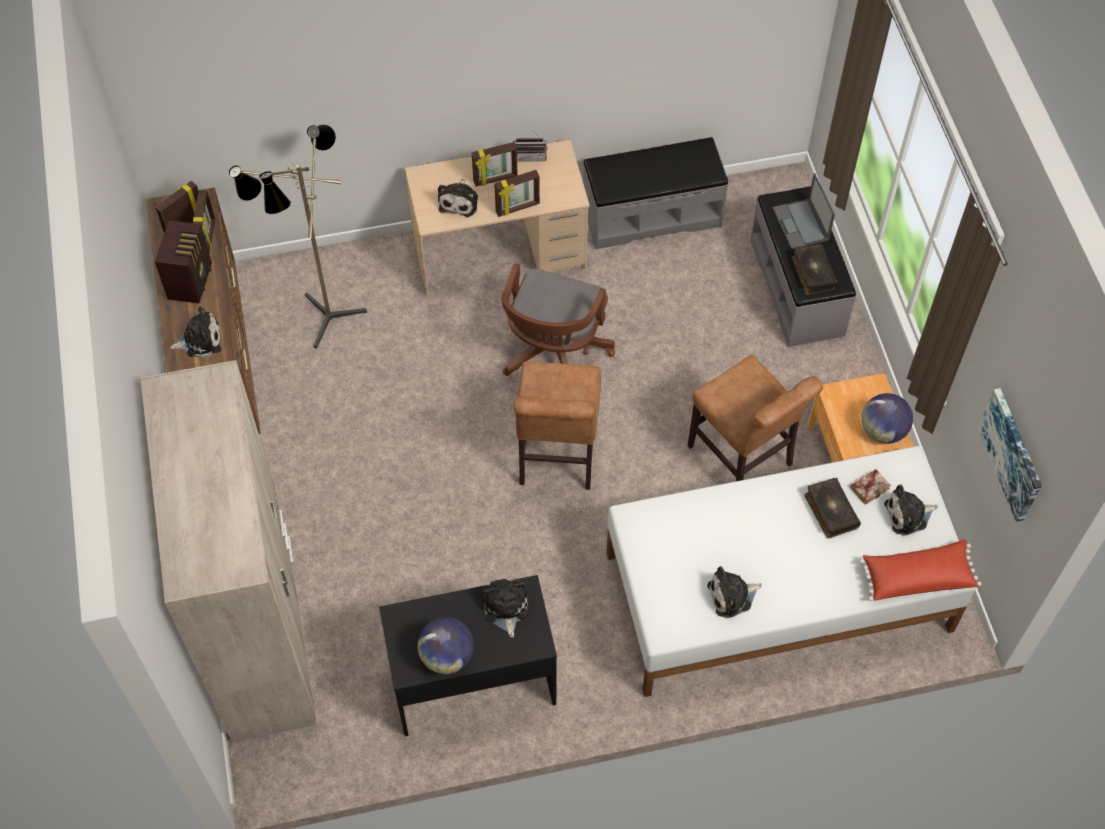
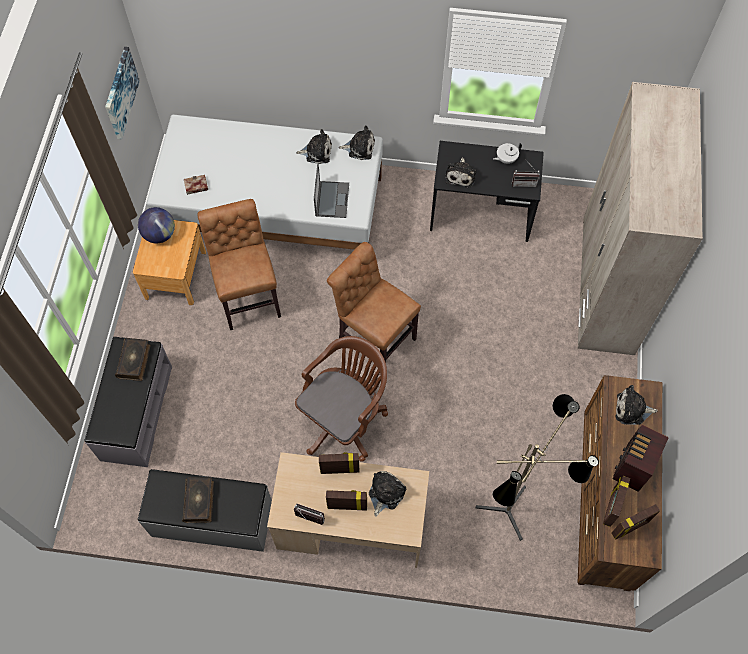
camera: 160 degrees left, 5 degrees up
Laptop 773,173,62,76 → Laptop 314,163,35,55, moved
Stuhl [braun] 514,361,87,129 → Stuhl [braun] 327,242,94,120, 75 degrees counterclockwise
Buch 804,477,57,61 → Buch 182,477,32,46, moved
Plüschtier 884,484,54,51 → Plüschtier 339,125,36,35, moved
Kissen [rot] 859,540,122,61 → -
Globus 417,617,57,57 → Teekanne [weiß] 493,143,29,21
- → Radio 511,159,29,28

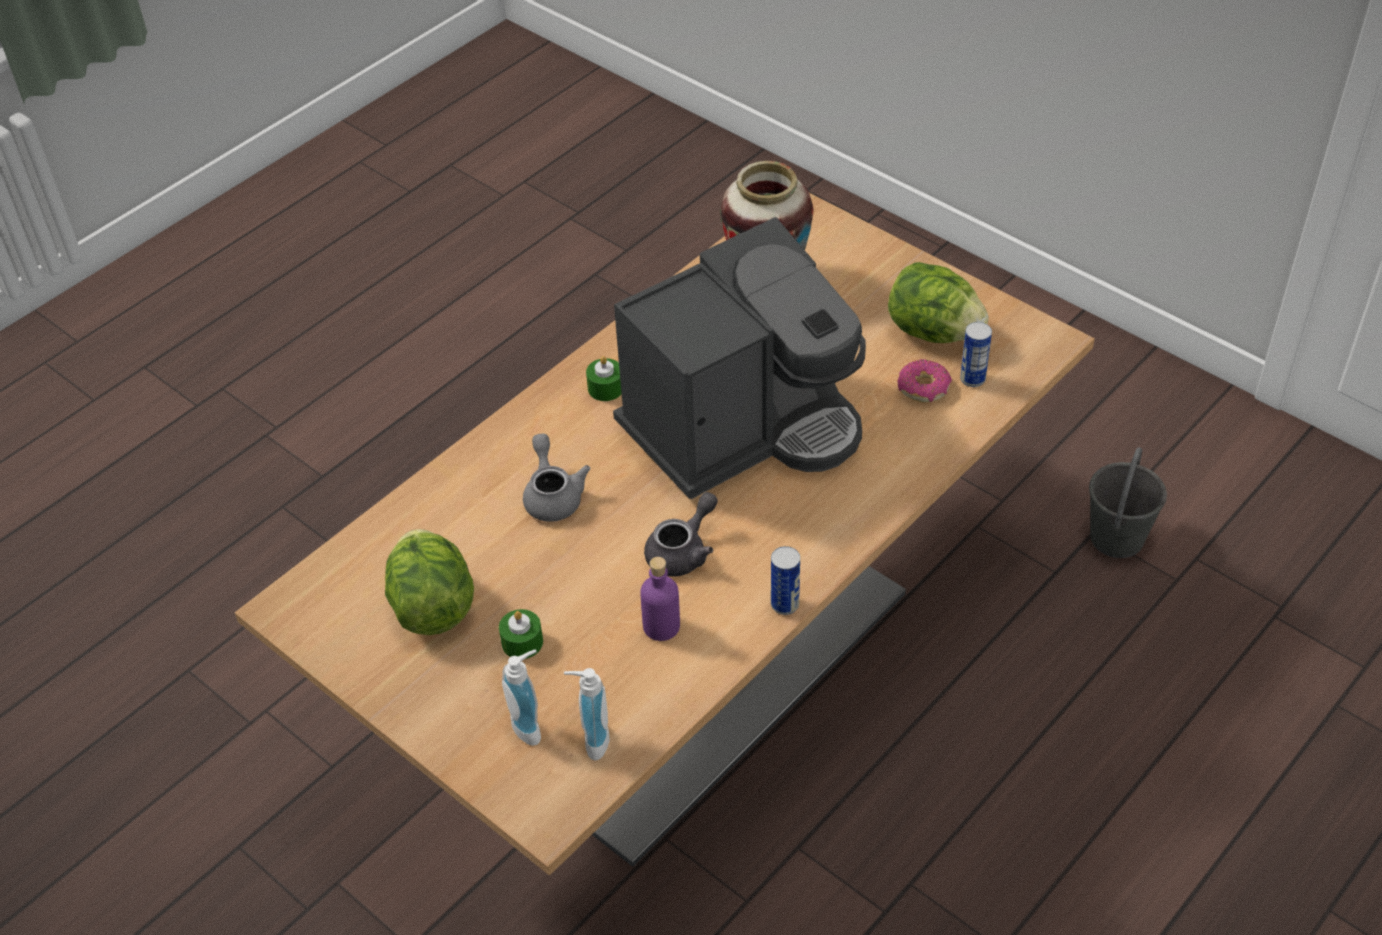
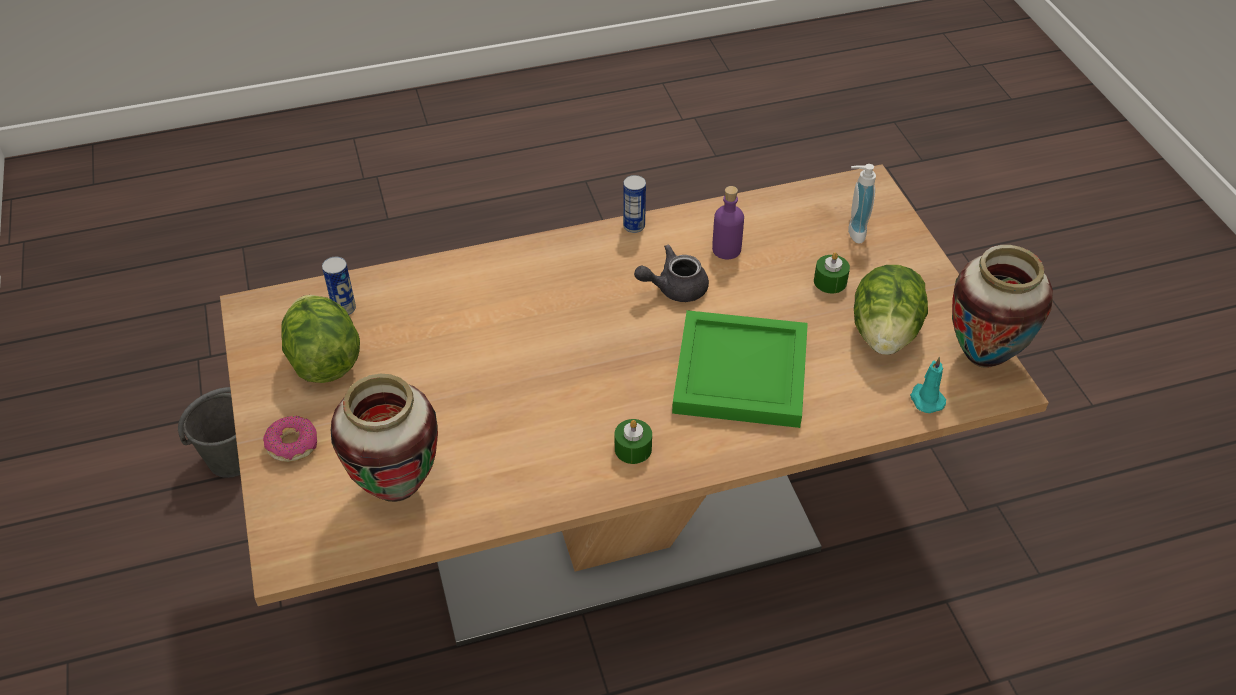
camera: 150 degrees left, 0 degrees up
Kaffeemaschine 613,217,253,282 → -
Donut 898,359,54,43 → Donut 263,416,54,46, moved
Teekanne [grau] 523,433,67,89 → Tablett [grün] 672,310,136,118
Seifenspender 564,668,46,92 → -
- → Vase 952,245,101,123
- → Kerze [türkis] 910,357,36,56

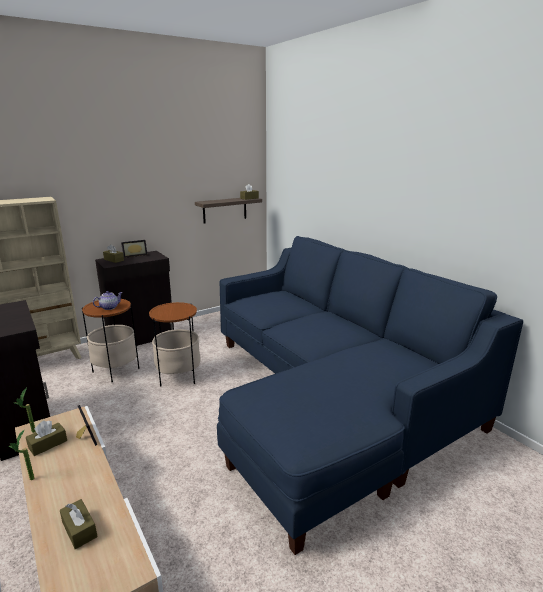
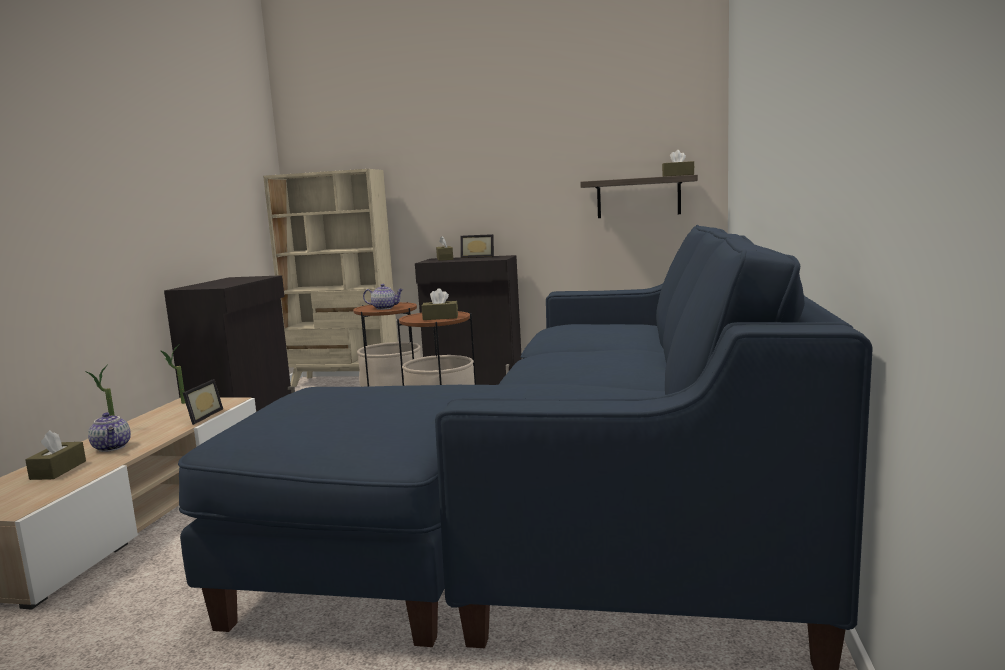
camera: 45 degrees right, 10 degrees down
Taschentuchbox [braun] 26,421,41,35 → Taschentuchbox [braun] 422,288,36,32, moved
- → Teekanne 88,412,43,40

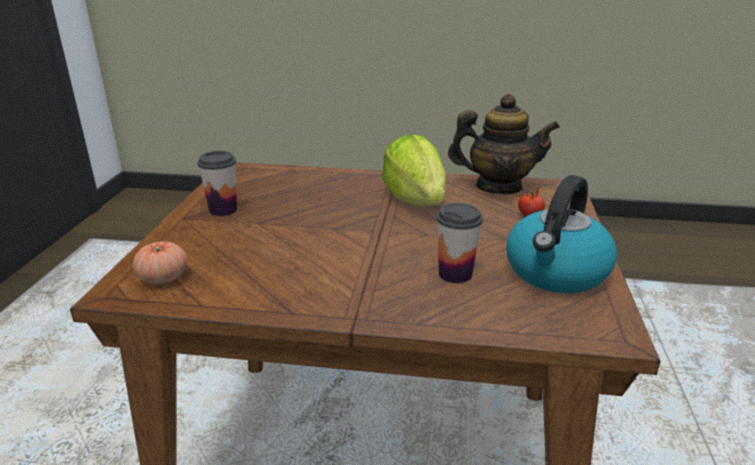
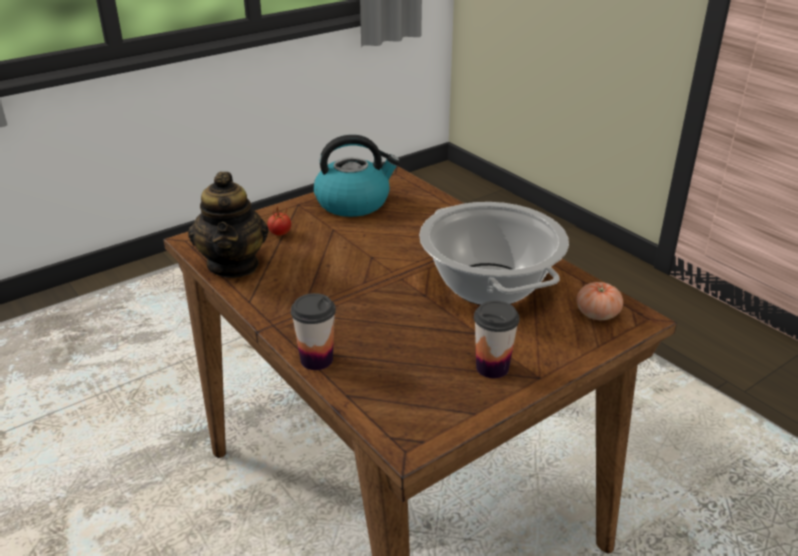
camera: 135 degrees left, 5 degrees up
Teekanne 448,94,112,100 → Teekanne 188,172,81,106, 150 degrees counterclockwise
Salatkopf 382,134,65,72 → -
Tasse 436,203,47,80 → Tasse 291,293,45,77, moved
- → Kochtopf 419,202,150,103

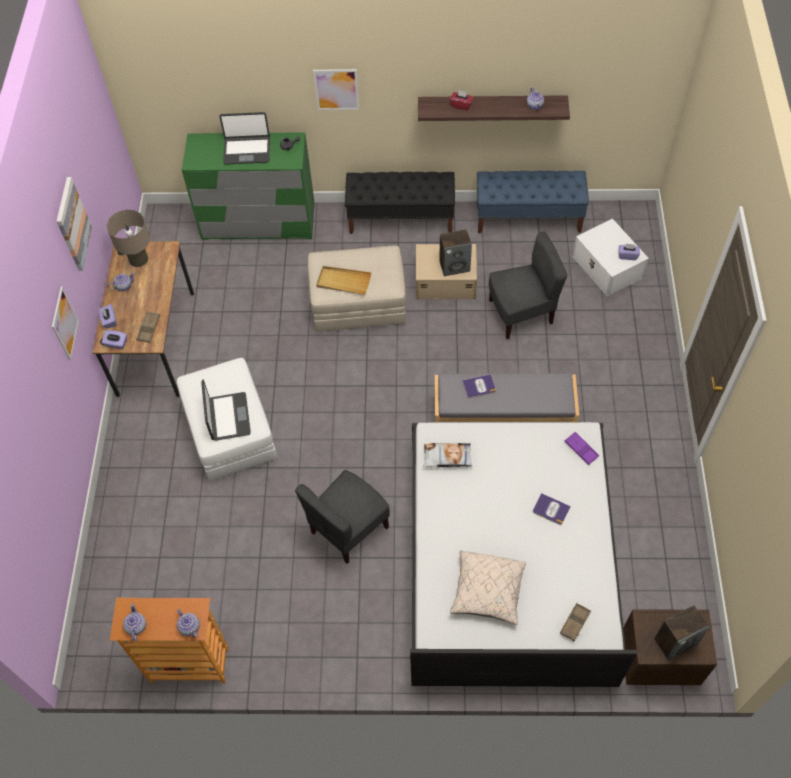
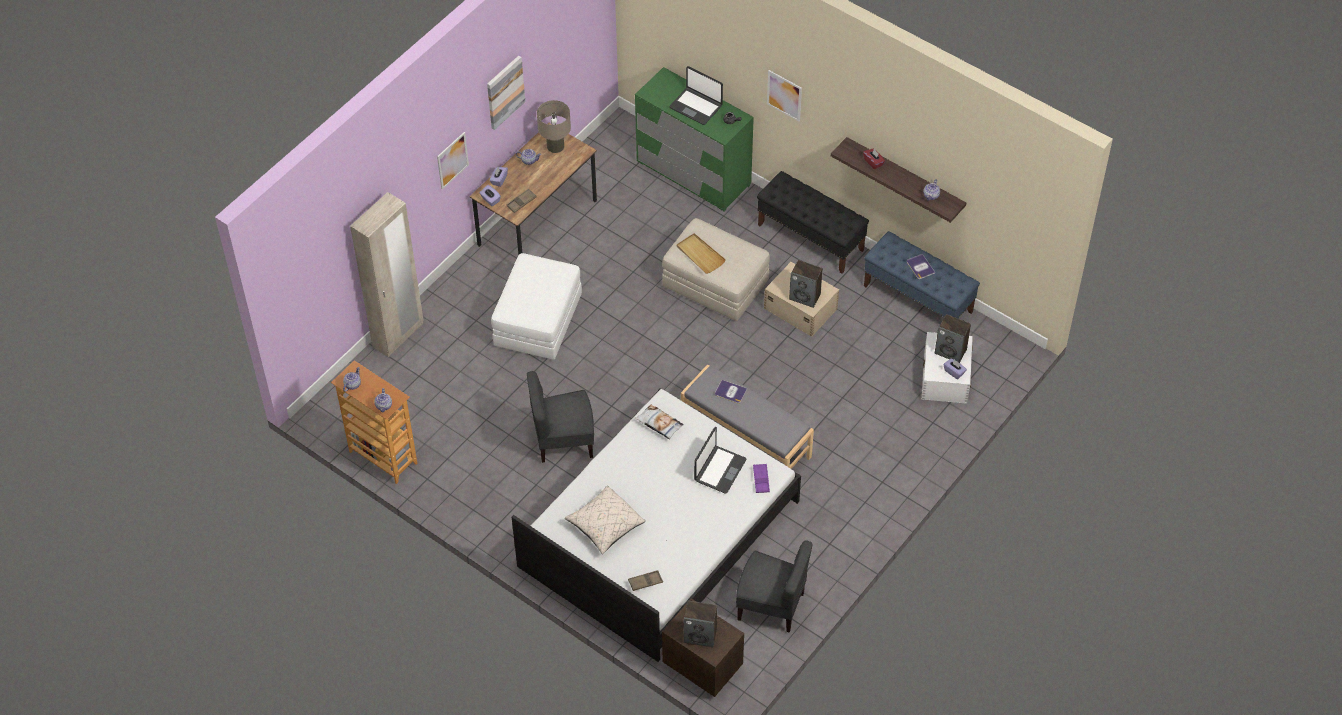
camera: 35 degrees right, 5 degrees down
Stuhl [grau] 489,232,78,107 → Stuhl [grau] 736,540,77,93, moved
Laptop 201,380,50,61 → Laptop 694,427,52,67, moved
Buch 533,493,38,32 → Buch 907,254,28,25, moved
- → Kleiderschrank [beige] 350,192,74,165
- → Lautsprecher 935,314,36,49

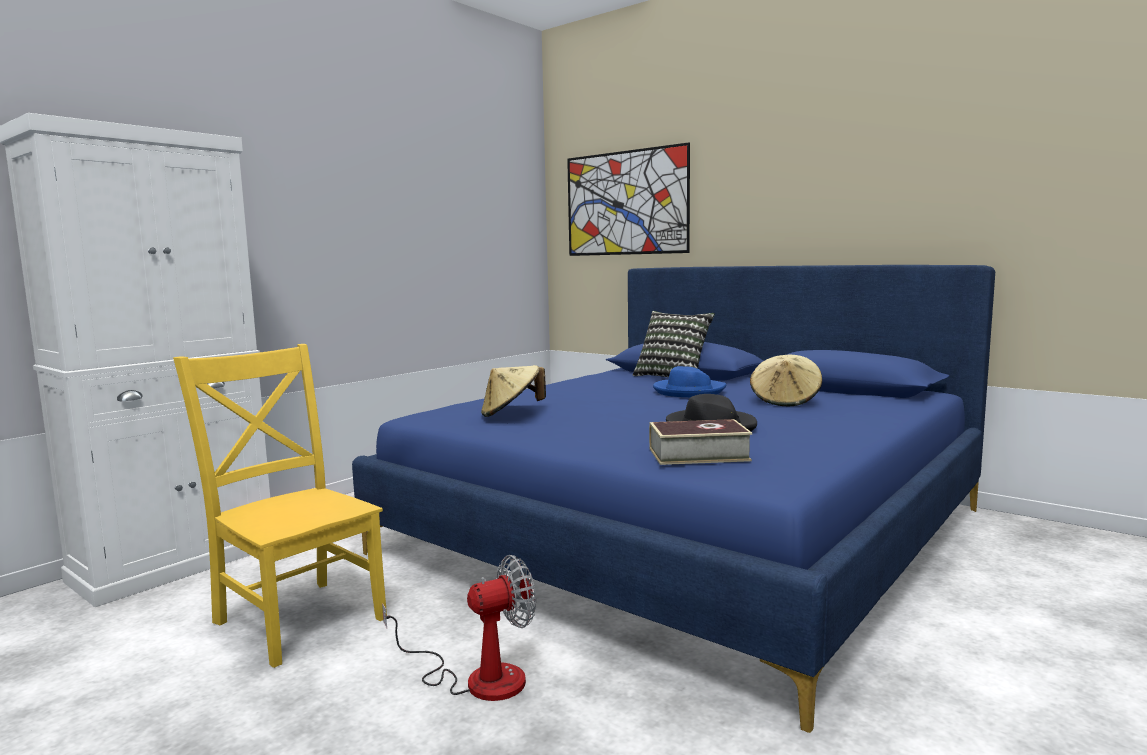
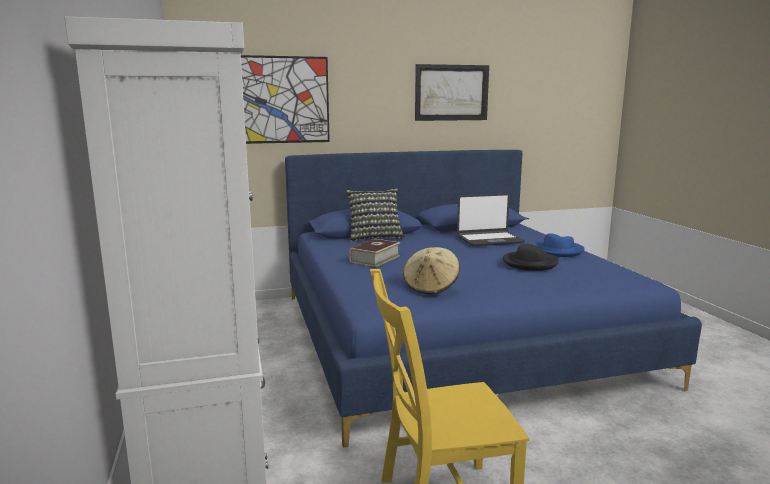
camera: 55 degrees left, 5 degrees up
Hut [beige] 750,355,72,51 → Laptop 457,193,68,53
Hut [blau] 653,366,73,31 → Hut [blau] 532,233,53,24, moved
Buch 649,419,103,46 → Buch 349,239,51,28, moved
Ventilator 382,555,154,146 → -
- → Bild 415,64,74,57

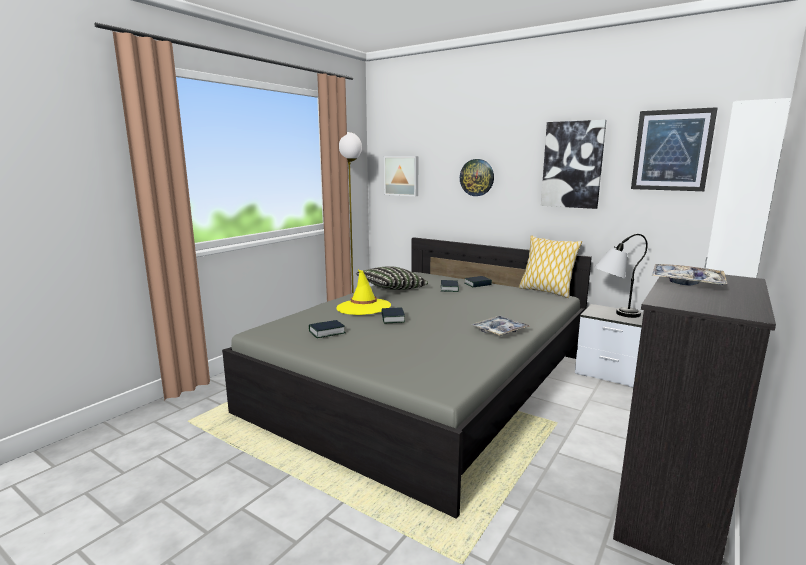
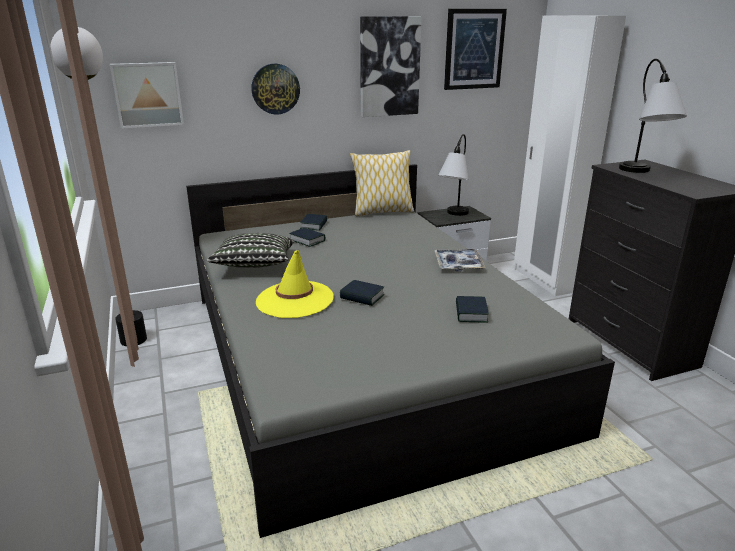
camera: 55 degrees left, 10 degrees up
Tablett 652,264,75,22 → Tischlampe 619,59,68,114
Buch 309,320,36,18 → Buch 456,296,33,27, moved

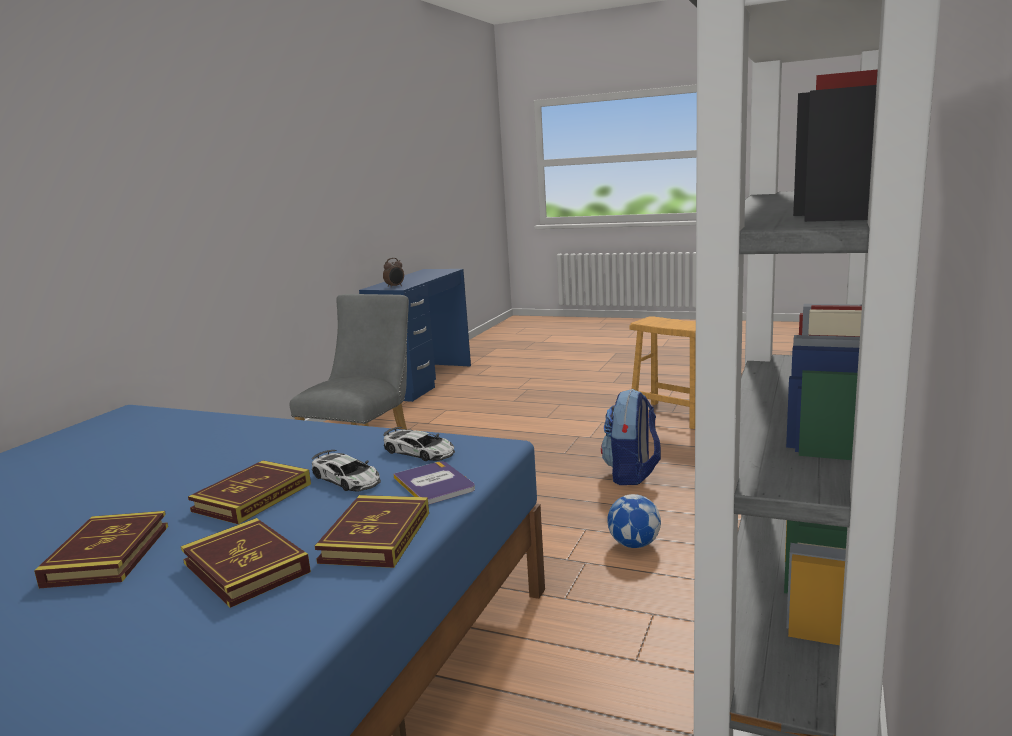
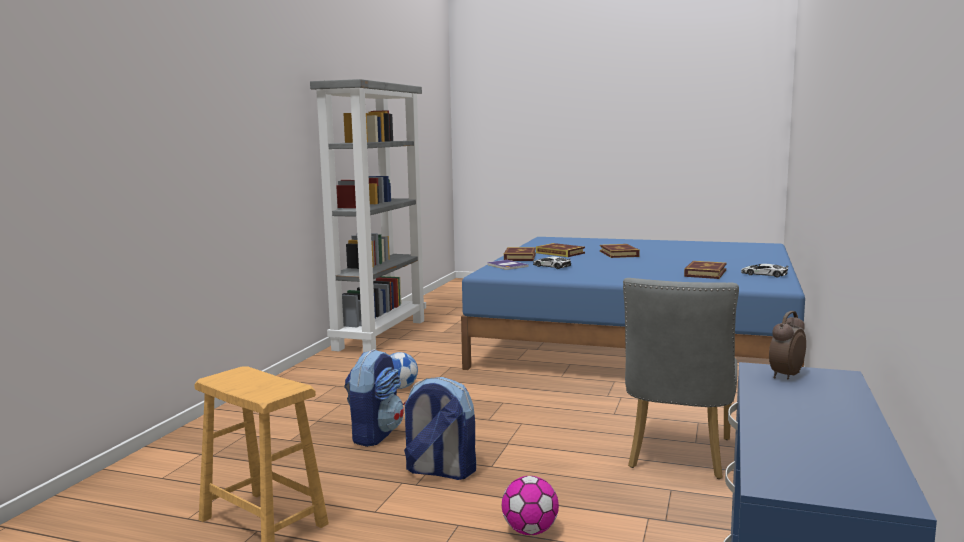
camera: 175 degrees right, 5 degrees down
Spielzeugauto 383,427,72,34 → Spielzeugauto 741,264,48,13, moved
Buch 188,460,123,64 → Buch 684,261,43,18, moved
- → Rucksack 403,377,73,103
- → Fußball 502,476,57,59

